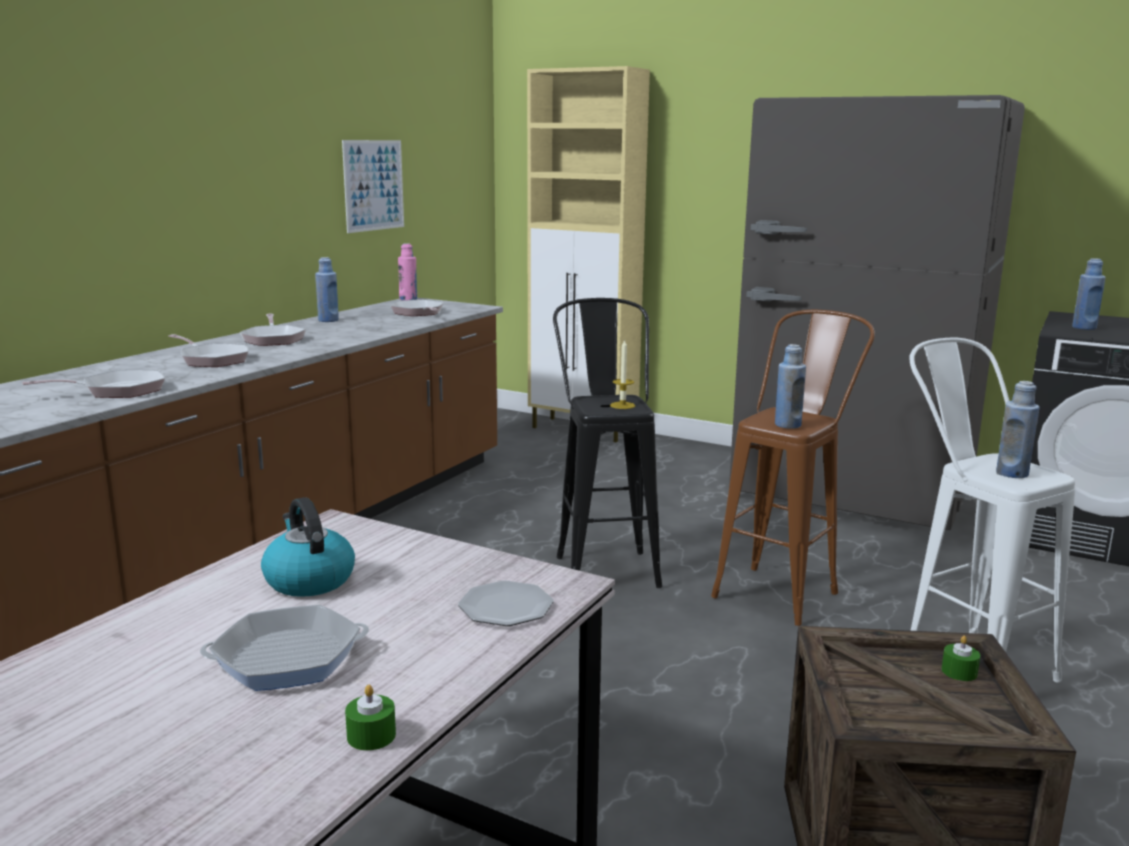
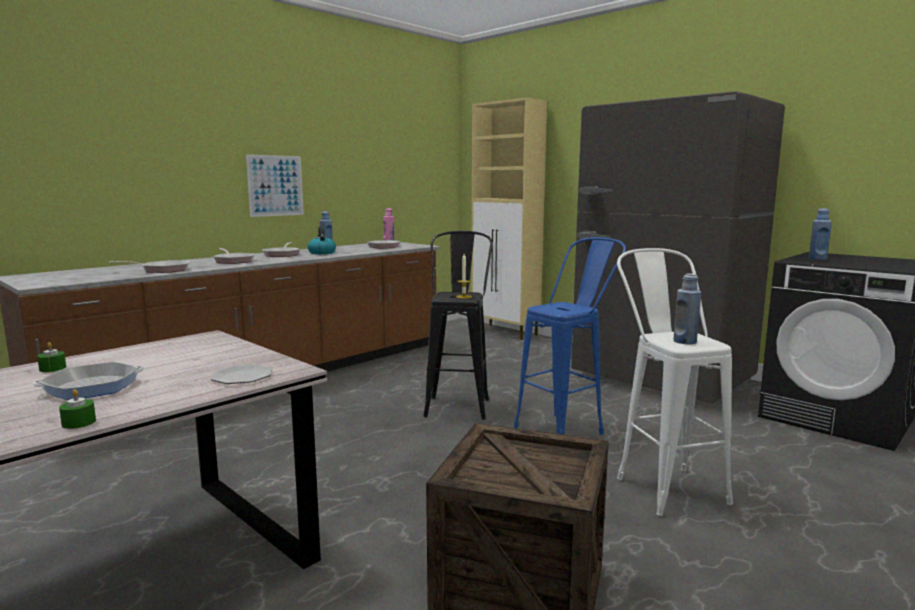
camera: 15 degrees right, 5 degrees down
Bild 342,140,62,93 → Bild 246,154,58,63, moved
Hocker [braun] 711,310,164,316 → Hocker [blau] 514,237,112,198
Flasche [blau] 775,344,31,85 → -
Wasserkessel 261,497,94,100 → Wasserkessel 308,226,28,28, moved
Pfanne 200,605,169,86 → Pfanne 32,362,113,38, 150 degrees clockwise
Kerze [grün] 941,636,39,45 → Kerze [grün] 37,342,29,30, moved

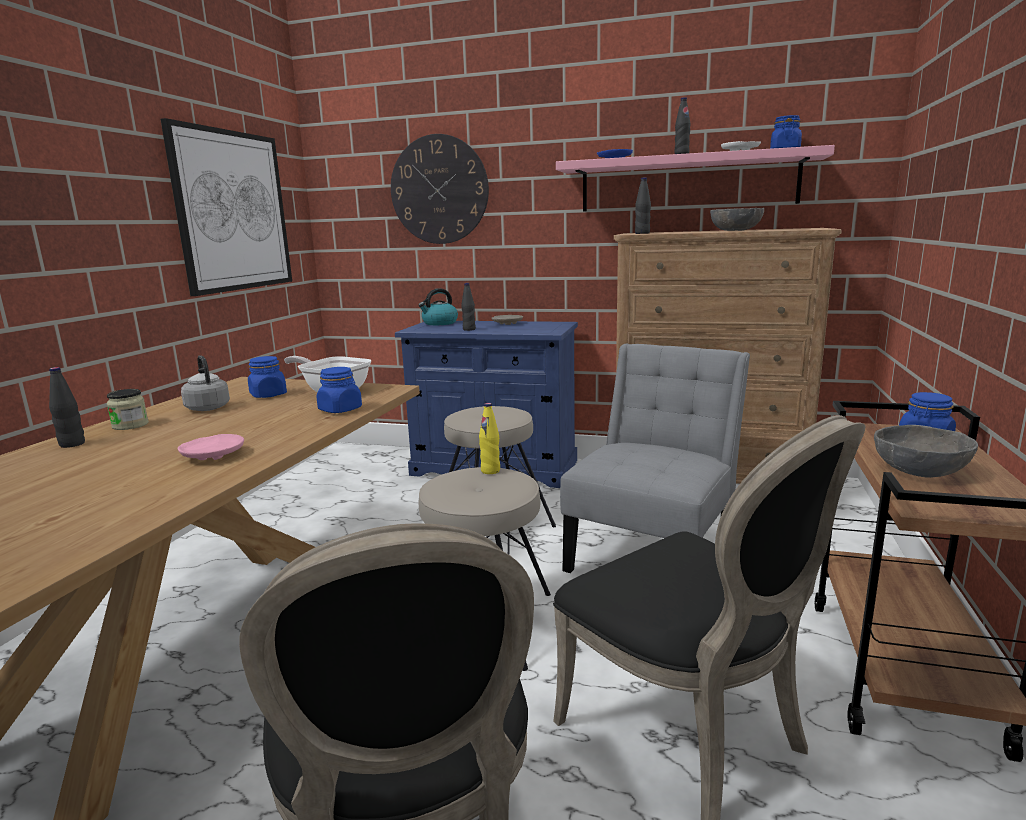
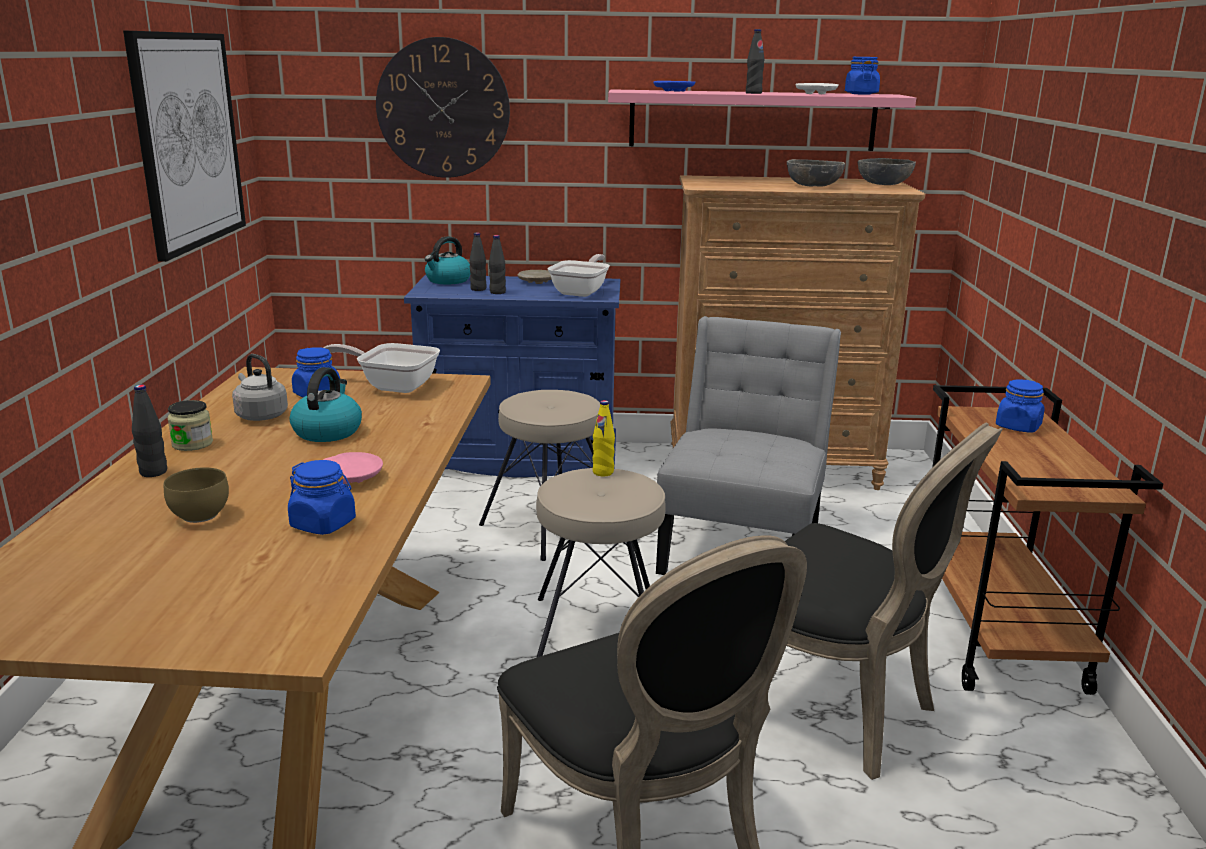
camera: 15 degrees left, 5 degrees up
Flasche [schwarz] 635,177,16,57 → Flasche [schwarz] 469,233,17,58, moved
Vorratsglas [blau] 317,367,45,46 → Vorratsglas [blau] 288,460,68,75, moved
Schüssel [grau] 874,425,104,53 → Schüssel [grau] 858,158,58,27, moved
- → Pfanne 547,254,63,43
- → Wasserkessel 290,367,72,75
- → Schüssel [braun] 164,467,65,56

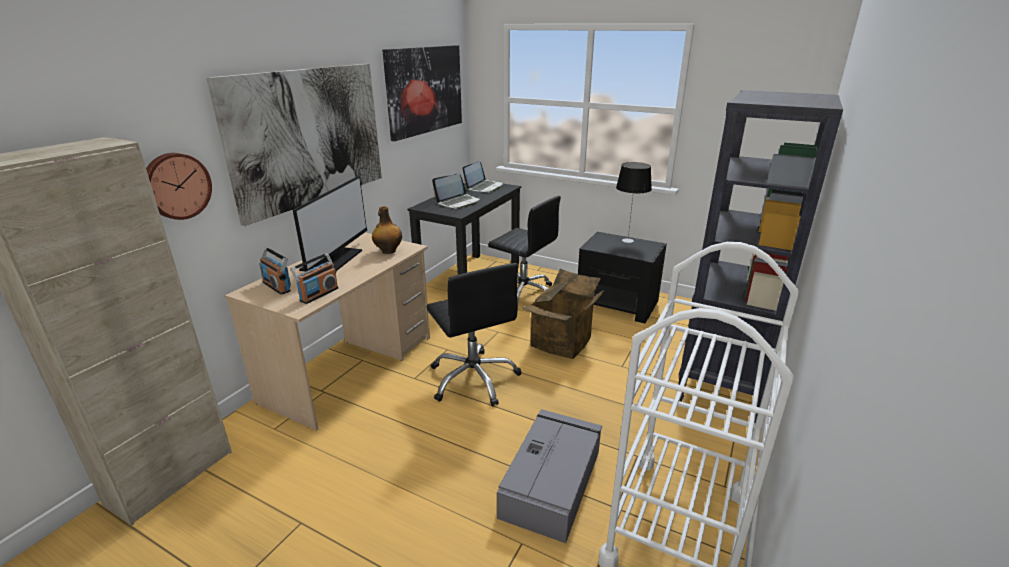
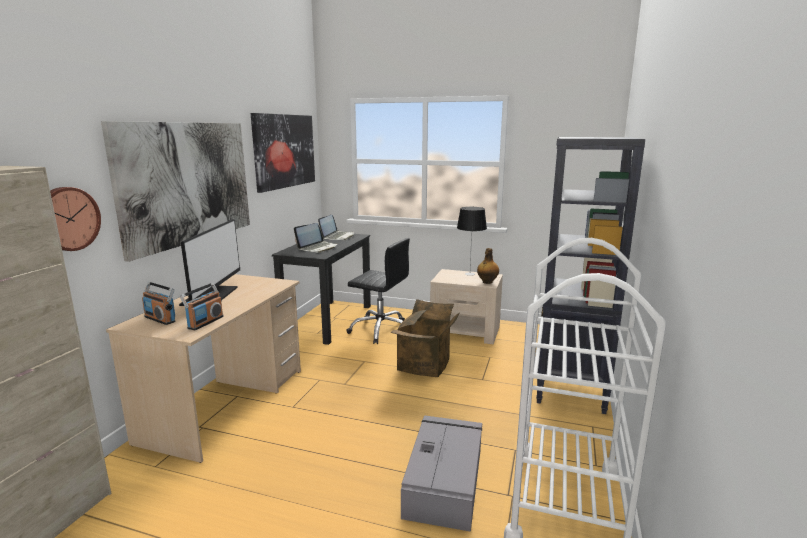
camera: 10 degrees left, 10 degrees down
Flasche 372,206,30,48 → Flasche 477,248,22,36, moved
Nachttisch [schwarz] 578,232,89,91 → Nachttisch [beige] 430,269,73,75
Bürostuhl [schwarz] 426,263,96,143 → -

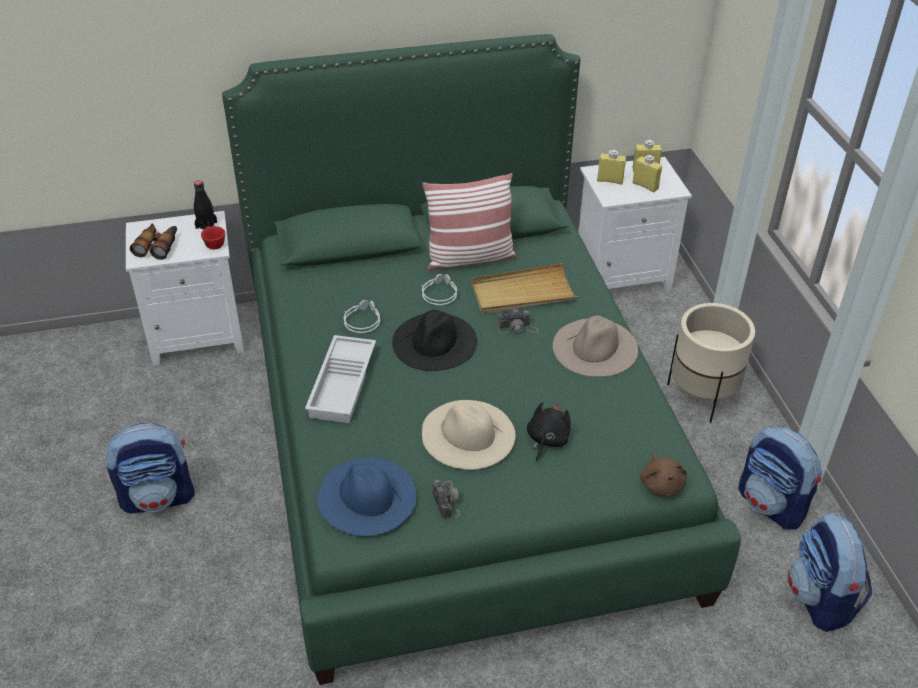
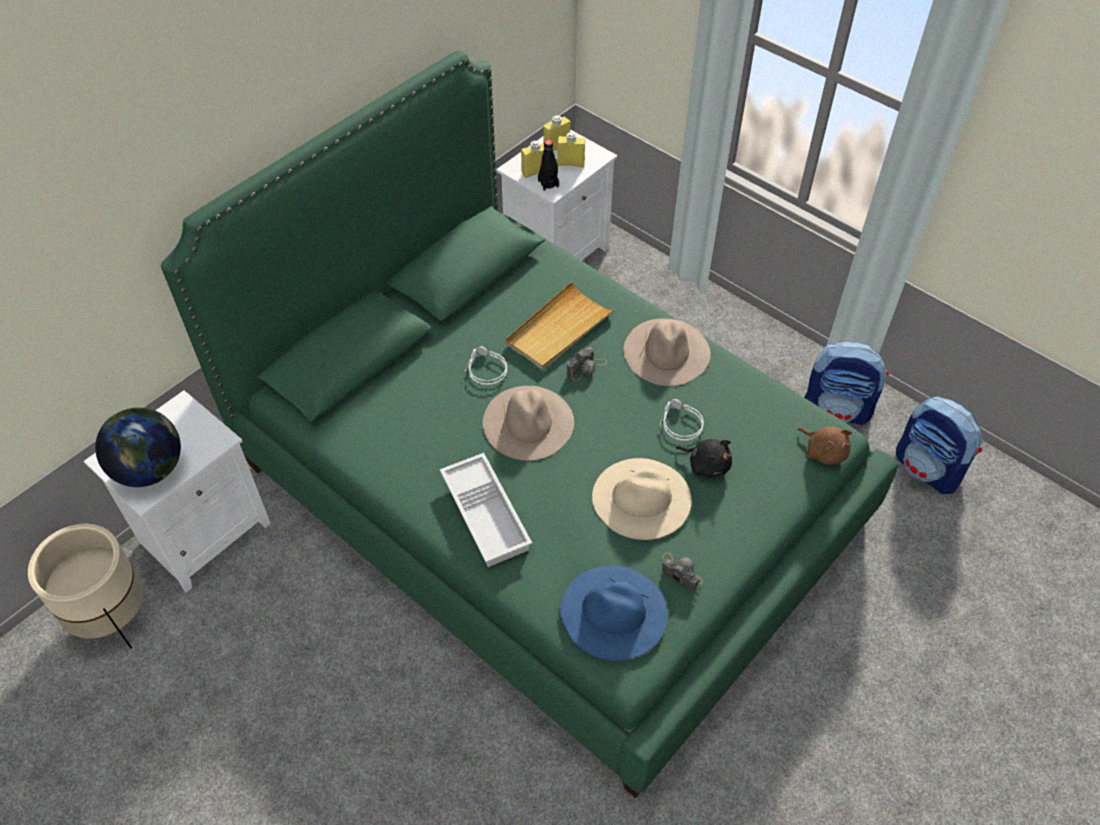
camera: 35 degrees left, 10 degrees up
Kissen 422,173,95,97 → -
Flasche [schwarz] 194,180,23,49 → Flasche [schwarz] 538,140,21,51, moved
Fernglas 130,223,47,37 → Globus 95,407,86,80
Tasse [rot] 201,226,24,23 → -
Kopfhörer [grau] 344,300,36,33 → Kopfhörer [grau] 660,399,44,42, moved
Pflanzkübel [beige] 667,303,88,120 → Pflanzkübel [beige] 28,524,116,125, moved
Hut [schwarz] 392,310,85,61 → Hut [beige] 483,386,91,75
Plüschtier [schwarz] 527,402,44,60 → Plüschtier [schwarz] 676,439,56,39, 135 degrees clockwise
Rucksack 106,423,89,91 → -

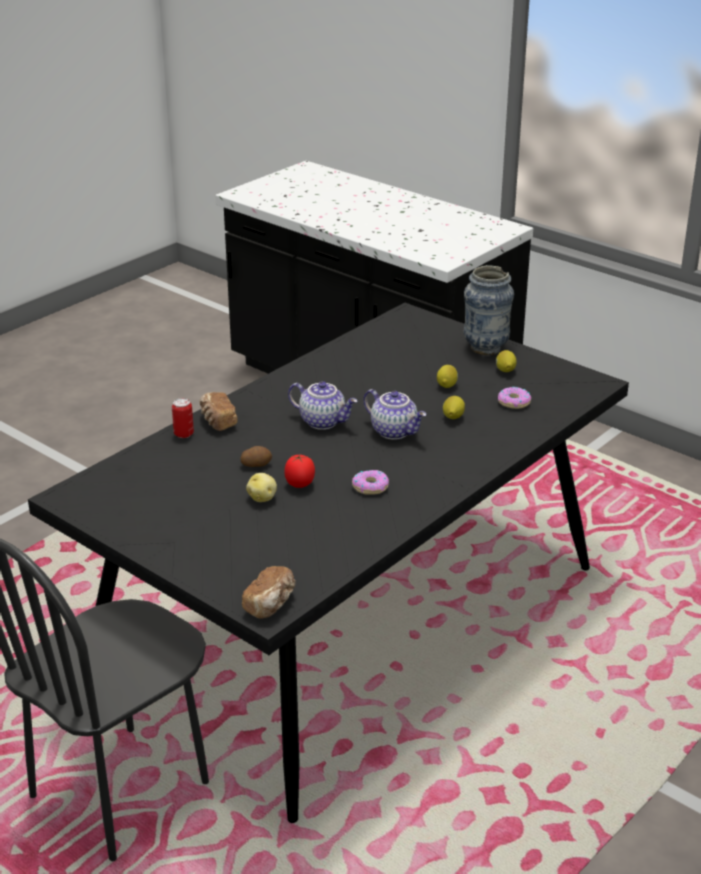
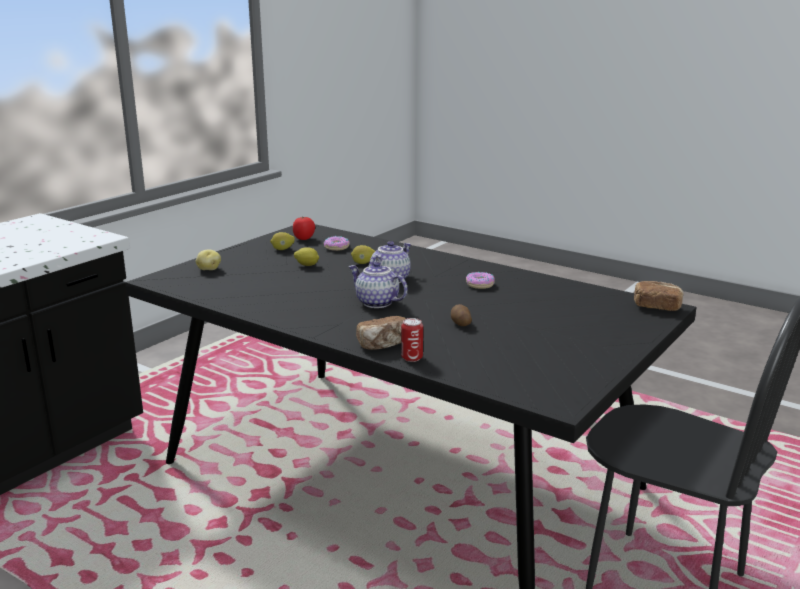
camera: 95 degrees left, 10 degrees down
Vase 464,265,50,90 → -
Teekanne 288,381,70,49 → Teekanne 348,262,60,46, 75 degrees counterclockwise
Tomate 285,455,30,33 → Tomate 293,217,22,23, moved
Kartoffel 246,473,31,29 → Kartoffel 196,250,25,20, moved

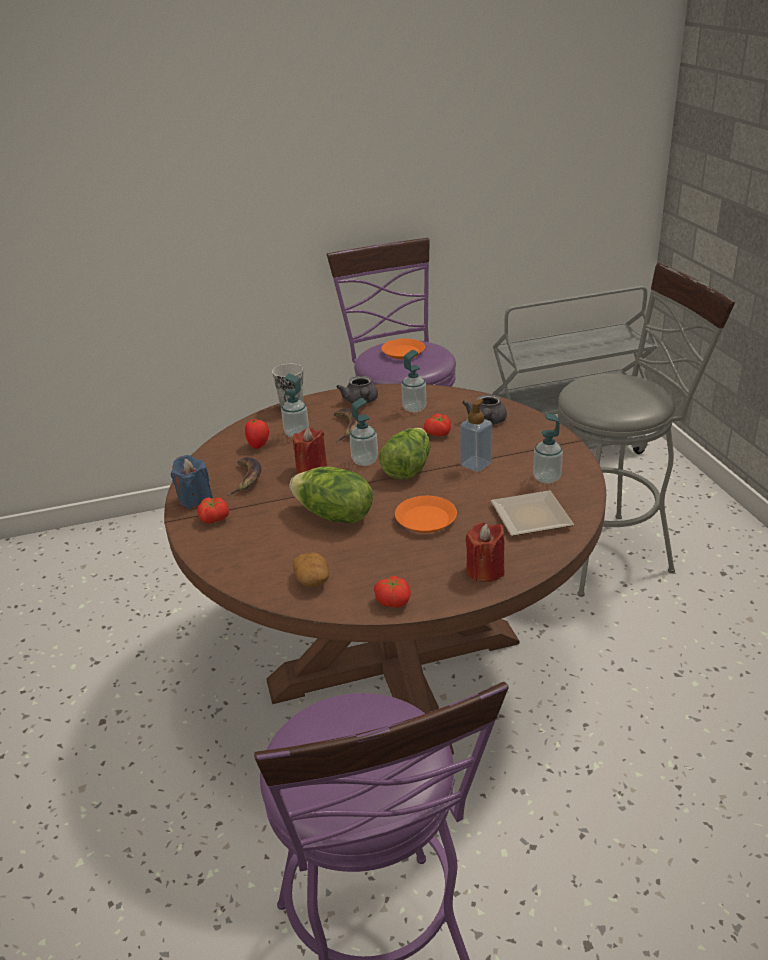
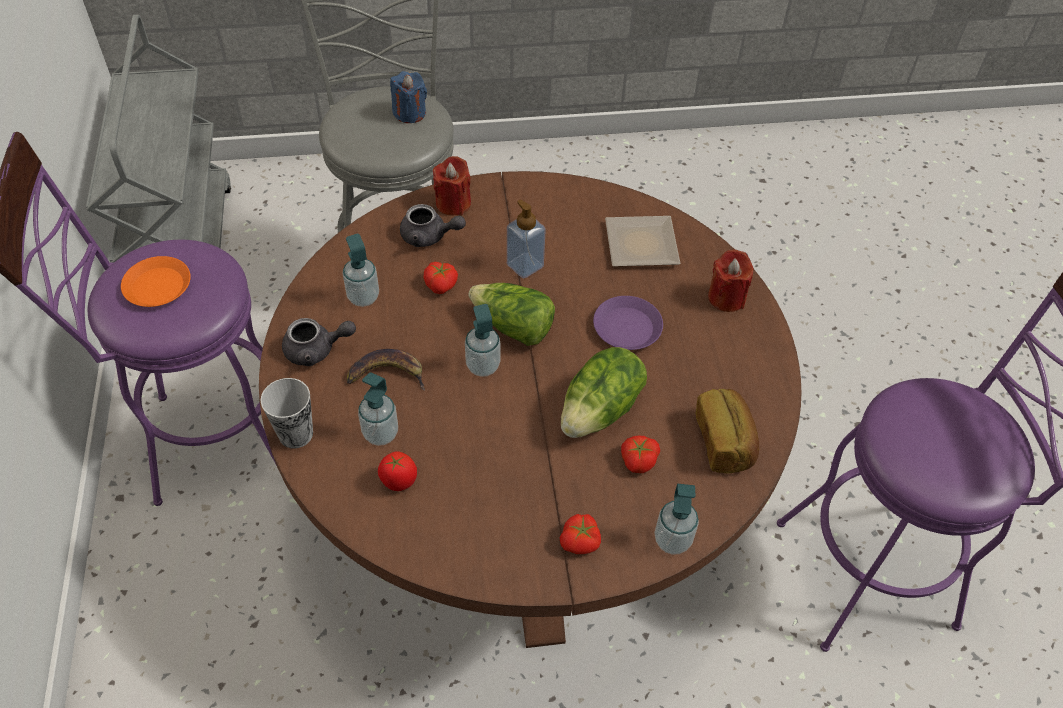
camera: 85 degrees left, 20 degrees up
Seifenspender 533,413,30,71 → Seifenspender 654,483,45,72, moved
Kerze [rot] 293,428,34,46 → Kerze [rot] 433,156,38,60, moved
Kerze [blau] 170,455,43,54 → Kerze [blau] 390,71,37,52, moved
Banane 227,457,34,39 → -
Teller [orange] 395,496,62,37 → Teller [lila] 593,296,70,54
Kartoffel 293,553,36,34 → Brot 695,389,64,85
Tomate 374,576,37,32 → Tomate 621,436,39,37, moved

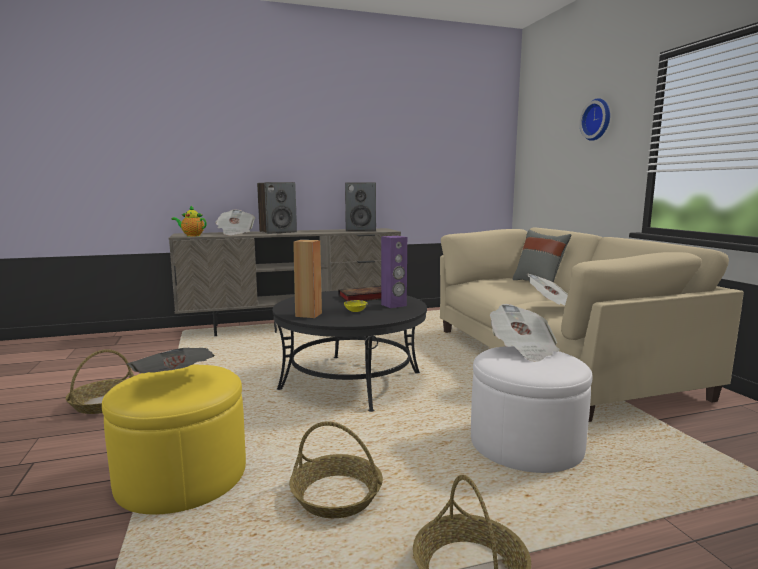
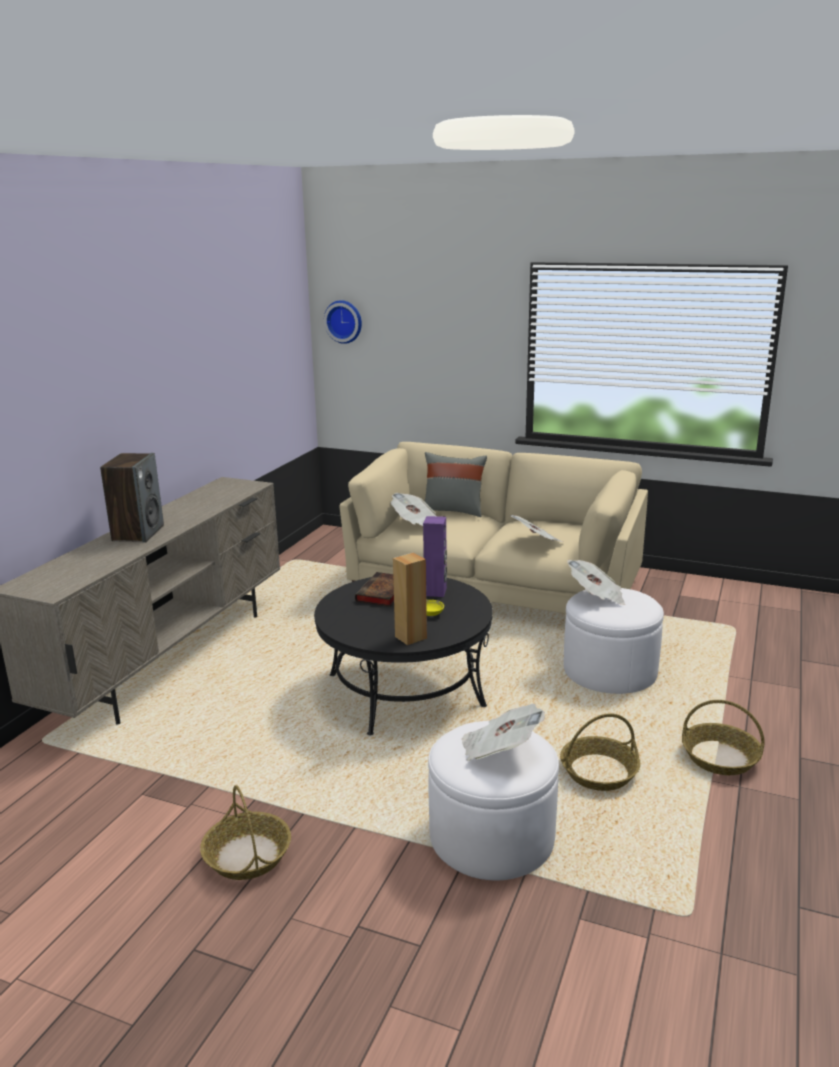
camera: 50 degrees left, 10 degrees up
Wanduhr 579,98,31,43 → Wanduhr 324,300,38,44, moved
Lautsprecher 345,183,31,48 → -
Teekanne 172,206,35,31 → -
Zeitung 215,210,40,25 → Zeitung 391,493,45,33, moved
Polsterhocker [gelb] 102,365,144,149 → Polsterhocker [weiß] 428,721,131,159

